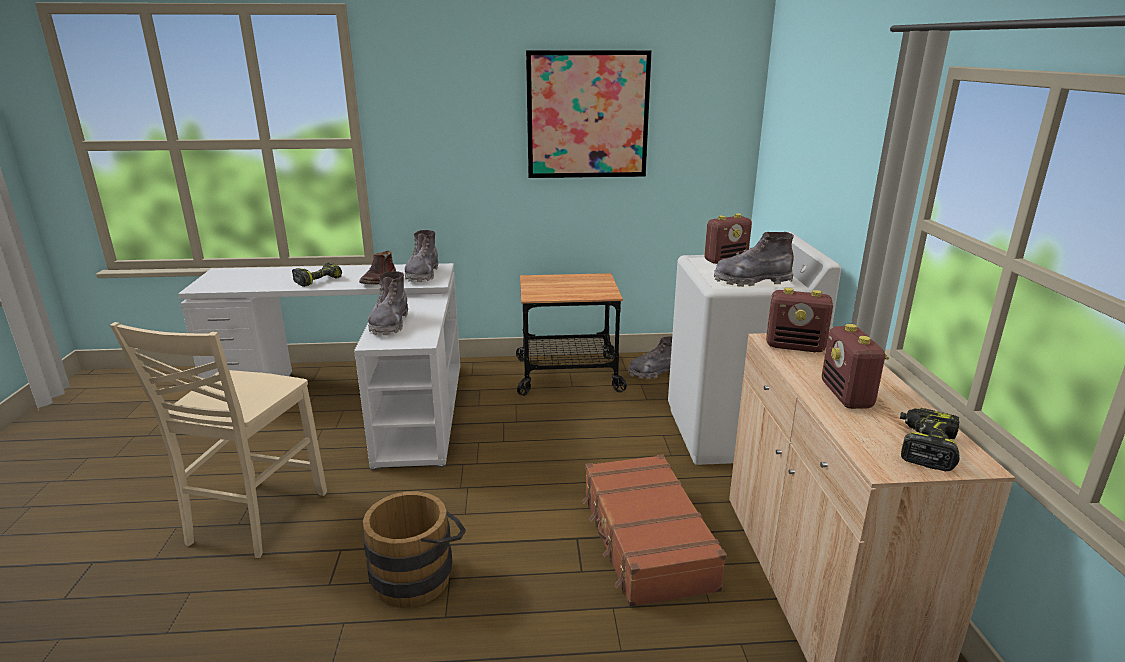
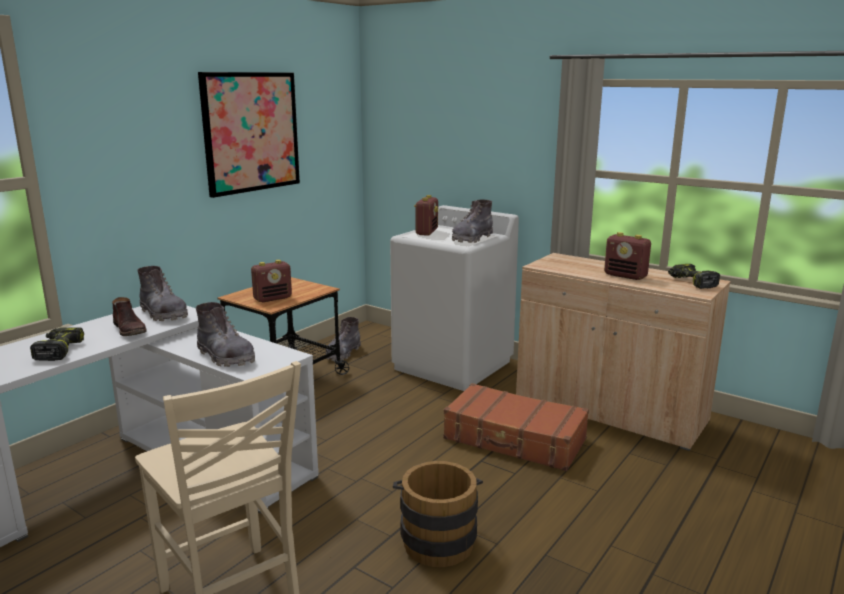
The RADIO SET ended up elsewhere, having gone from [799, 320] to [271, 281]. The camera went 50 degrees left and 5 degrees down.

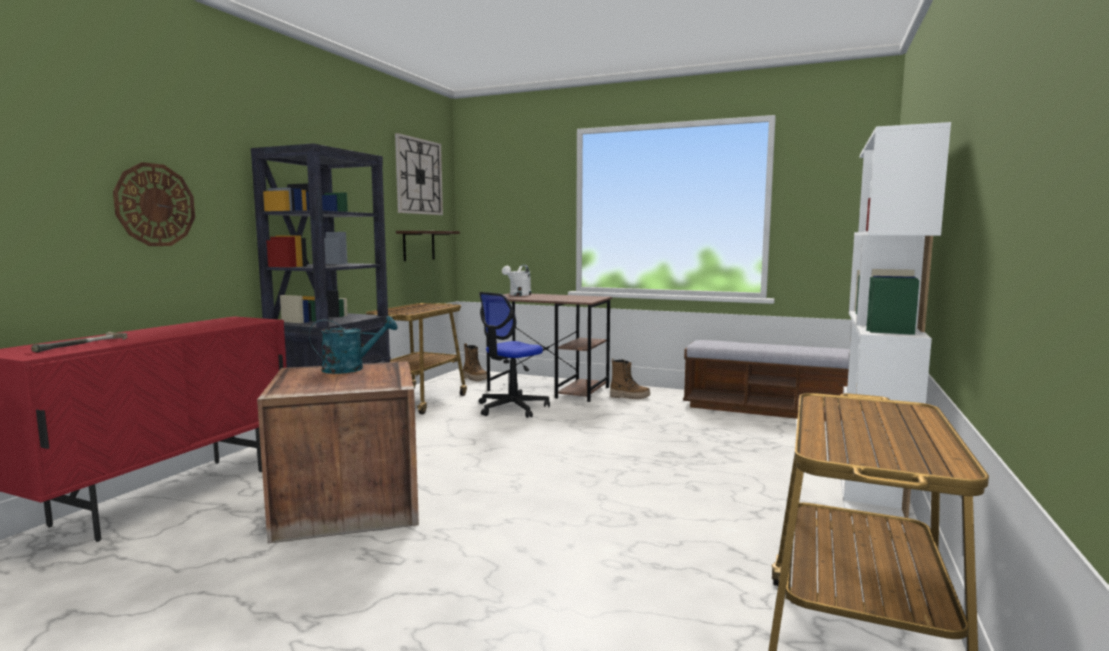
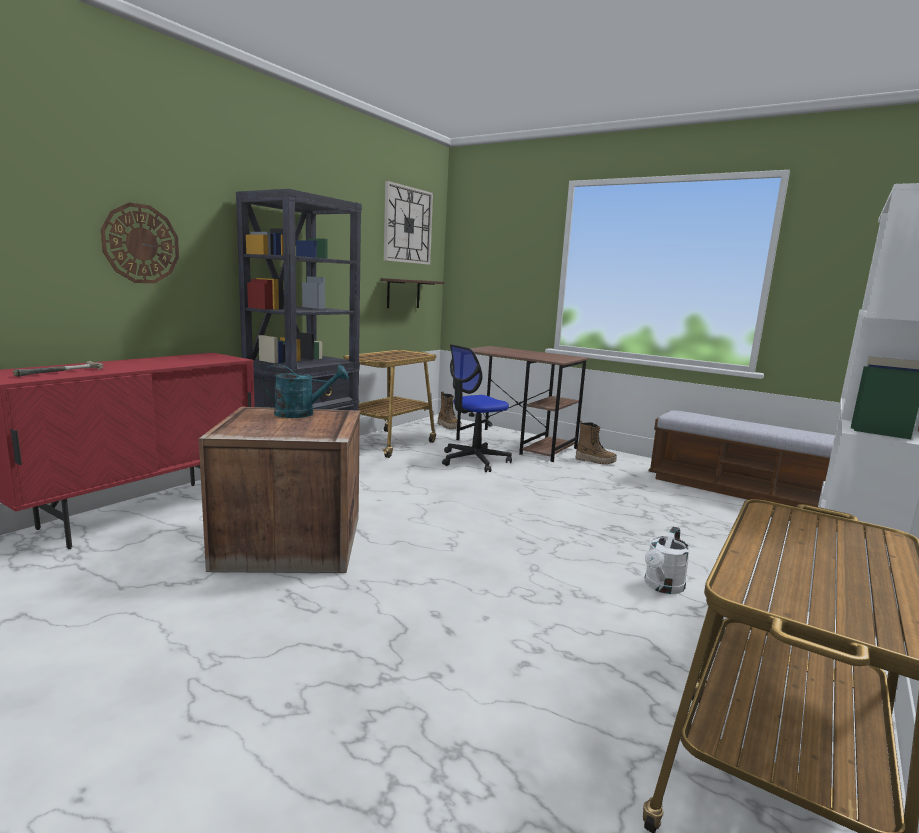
The WHITISH SPRINKLING CAN ended up elsewhere, having gone from [516, 280] to [667, 560]. The camera went 10 degrees right and 5 degrees up.

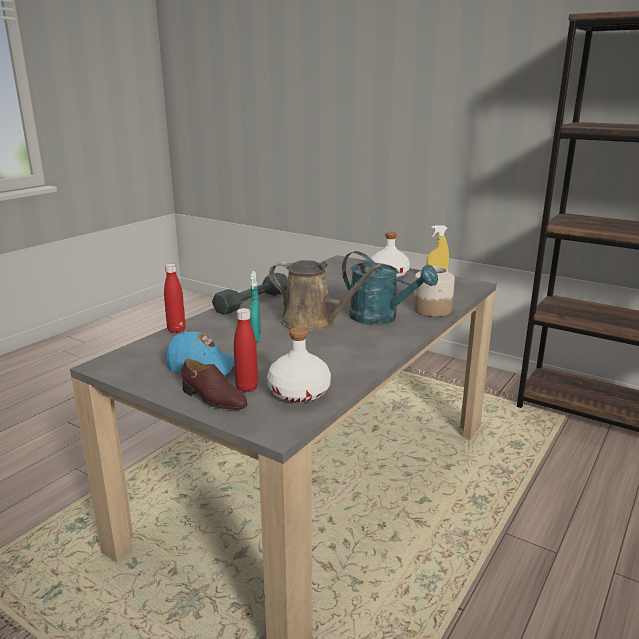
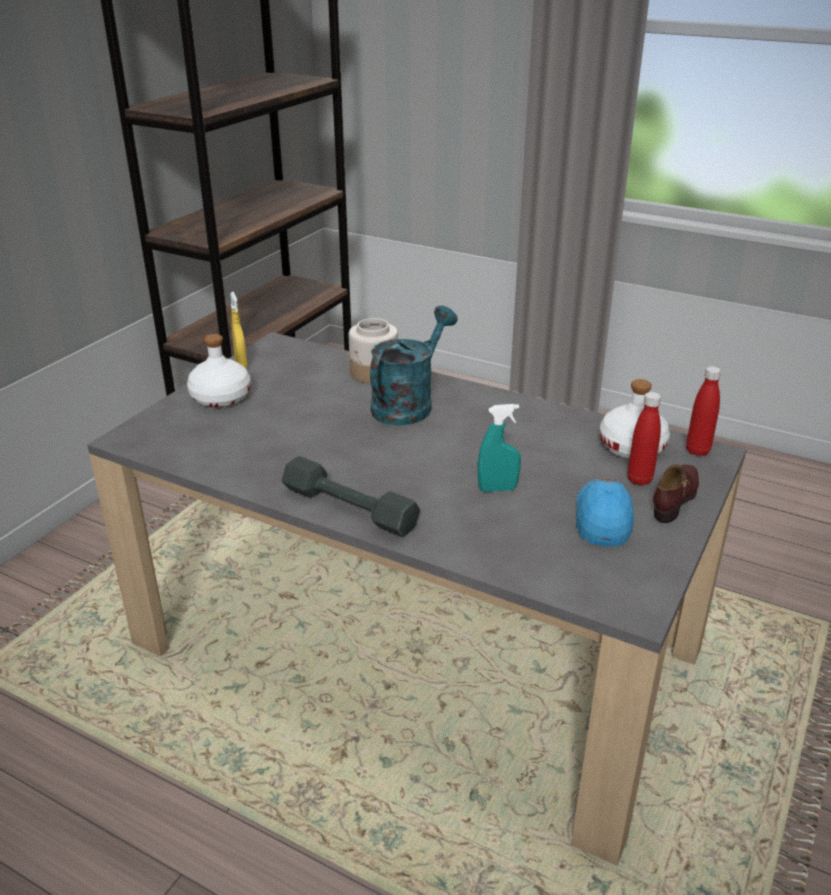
The RED BOTTLE ended up elsewhere, having gone from [175, 298] to [704, 411]. The second view lost the BROWN-COLOURED SPRINKLING CAN at [326, 296]. The camera went 95 degrees left and 10 degrees up.

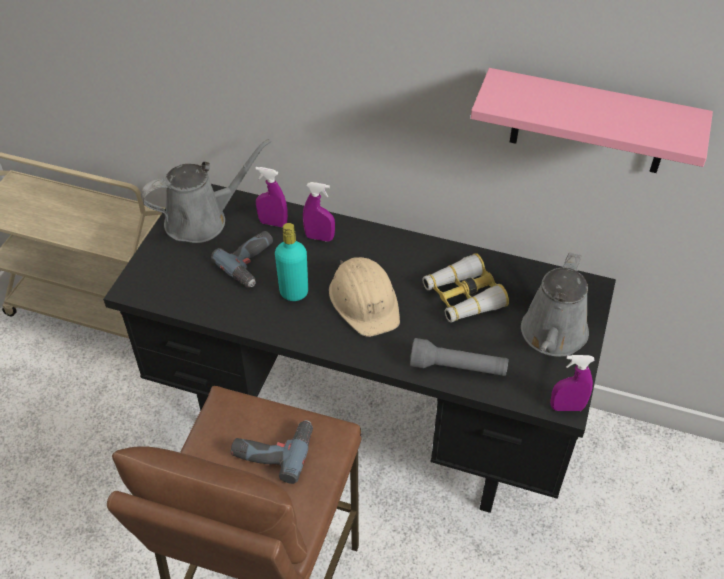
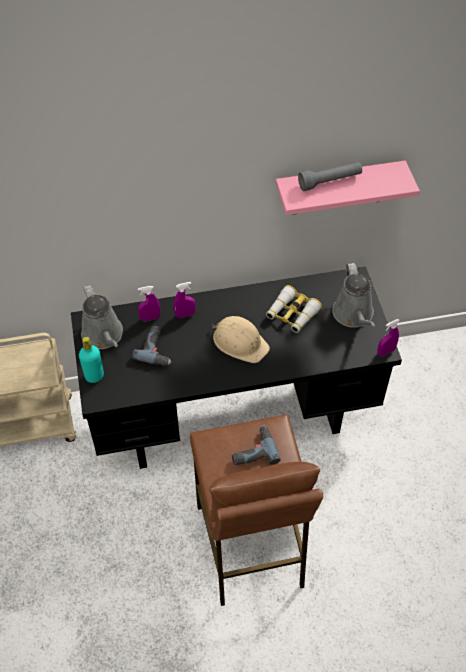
The GREY SPRINKLING CAN at [206, 191] ended up facing another way, 120 degrees clockwise from before. The TURQUOISE-COLOURED BOTTLE ended up elsewhere, having gone from [291, 262] to [91, 360]. The GREY FLASHLIGHT ended up elsewhere, having gone from [459, 357] to [330, 176]. The camera went 30 degrees left and 5 degrees up.

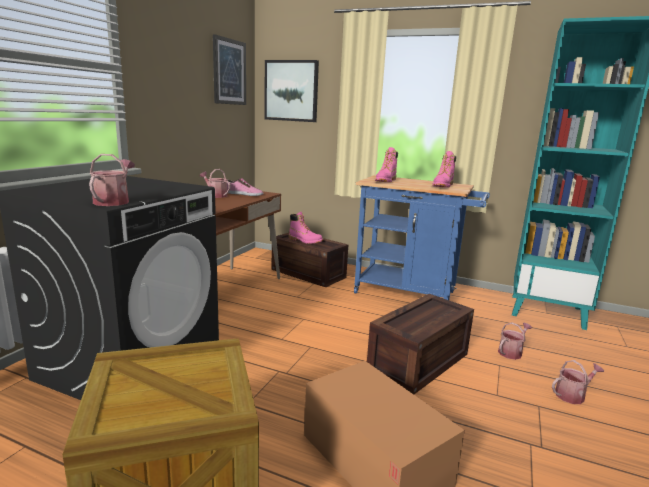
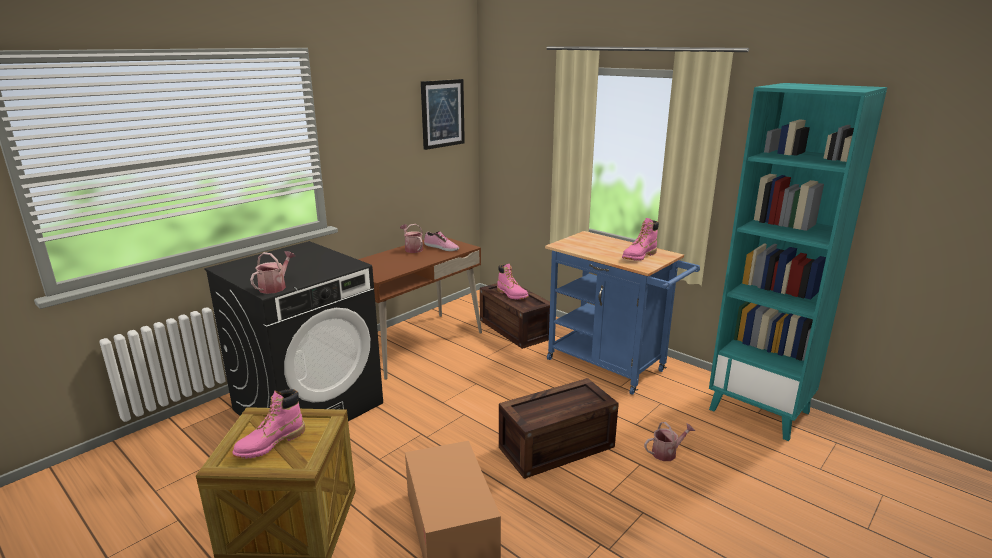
The second view lost the WALL PICTURE at [291, 91]. The PINK-COLOURED TALL BOOT ended up elsewhere, having gone from [386, 164] to [268, 424]. The second view lost the SPRINKLING CAN at [578, 382]. The camera went 20 degrees right and 5 degrees up.

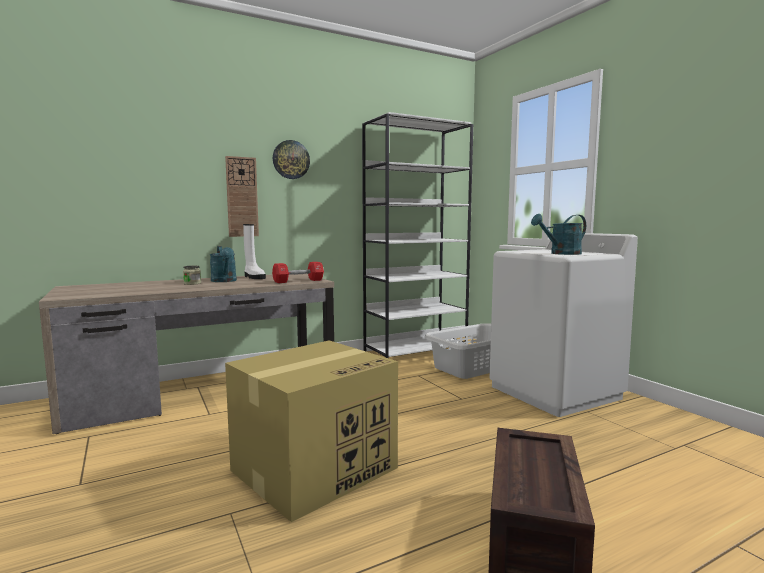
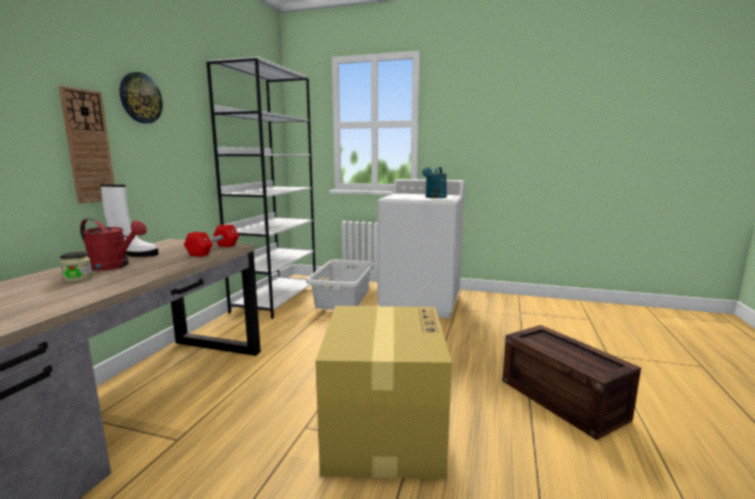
What was the TURQUOISE-COLOURED SPRINKLING CAN at [223, 264] turned into the RED SPRINKLING CAN at [113, 244]. The camera went 45 degrees left and 5 degrees up.

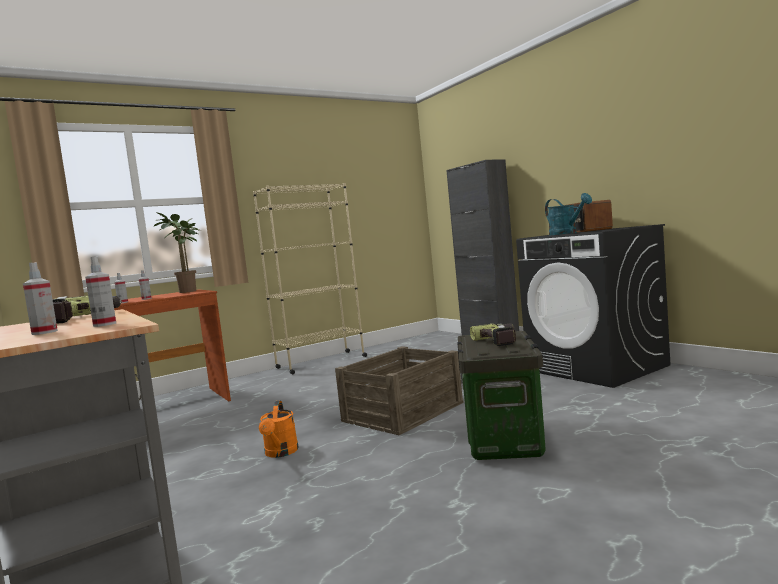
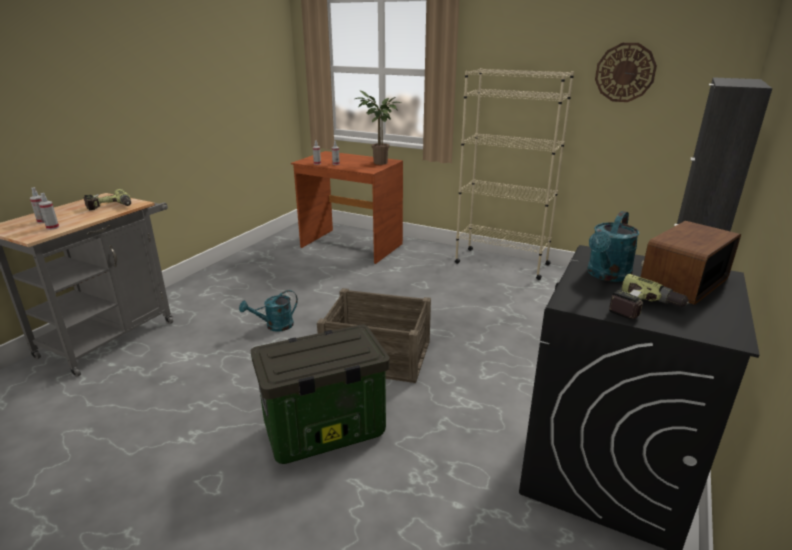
What was the ORANGE-COLOURED SPRINKLING CAN at [279, 429] turned into the TURQUOISE-COLOURED SPRINKLING CAN at [268, 311]. The POWER DRILL ended up elsewhere, having gone from [493, 334] to [649, 297]. The second view gained the WALL CLOCK at [626, 72]. The camera went 60 degrees right and 20 degrees up.

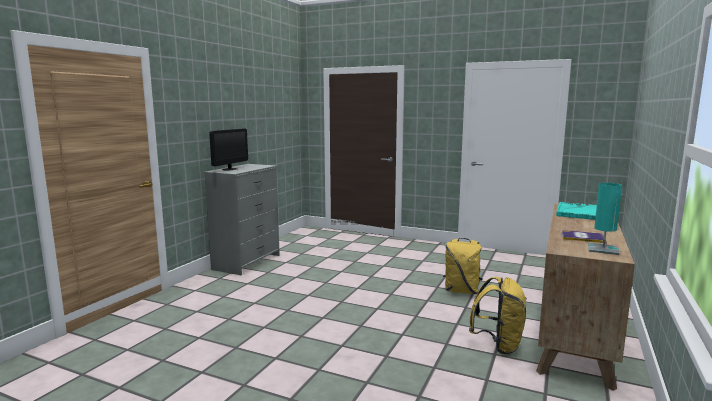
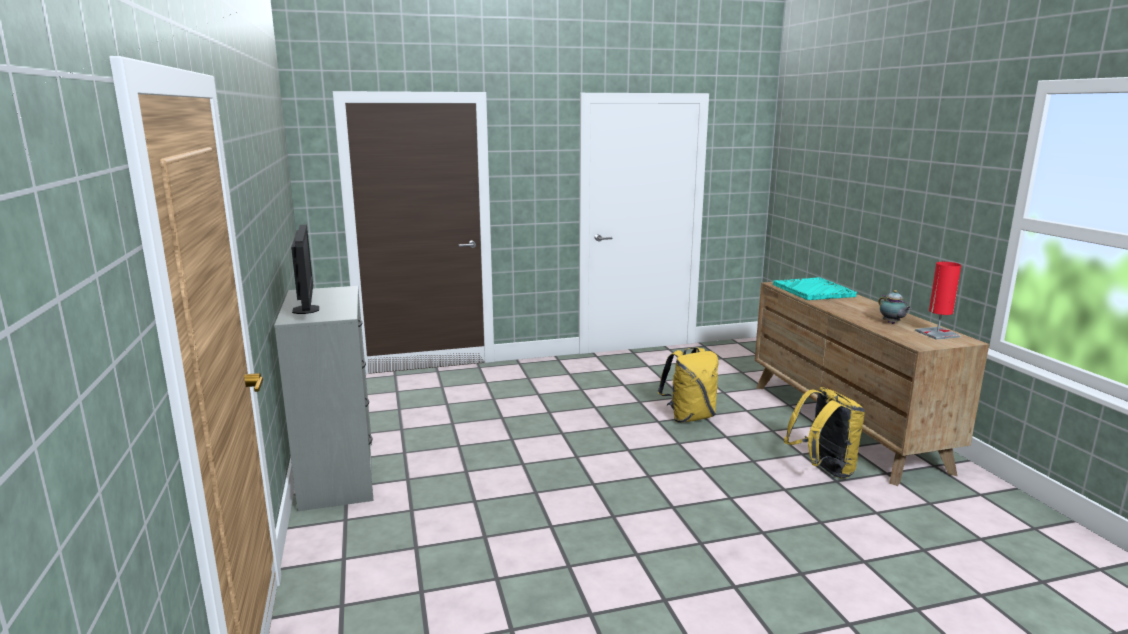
Where the VOLUME stood at [584, 236], the TEAPOT came to stand at [894, 307]. What was the TURQUOISE-COLOURED TABLE LAMP at [605, 219] turned into the RED TABLE LAMP at [938, 301]. The camera went 40 degrees left and 5 degrees up.

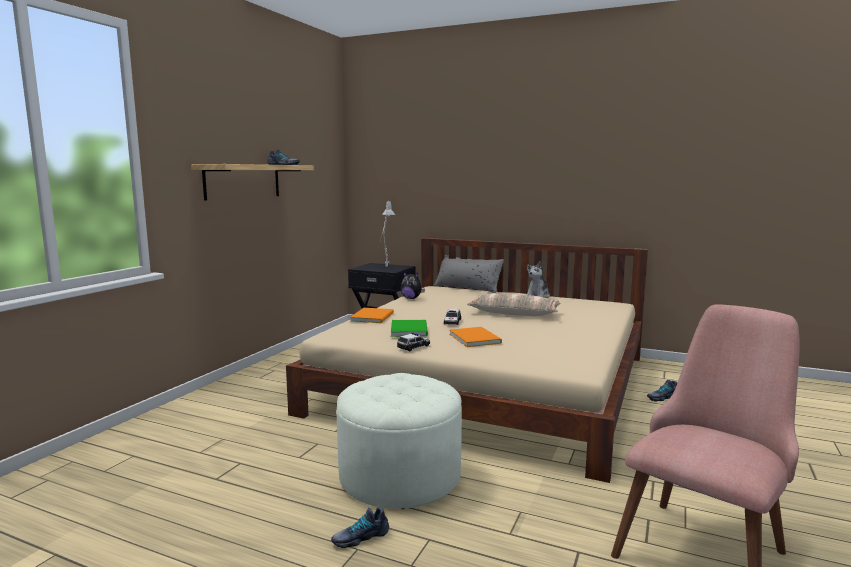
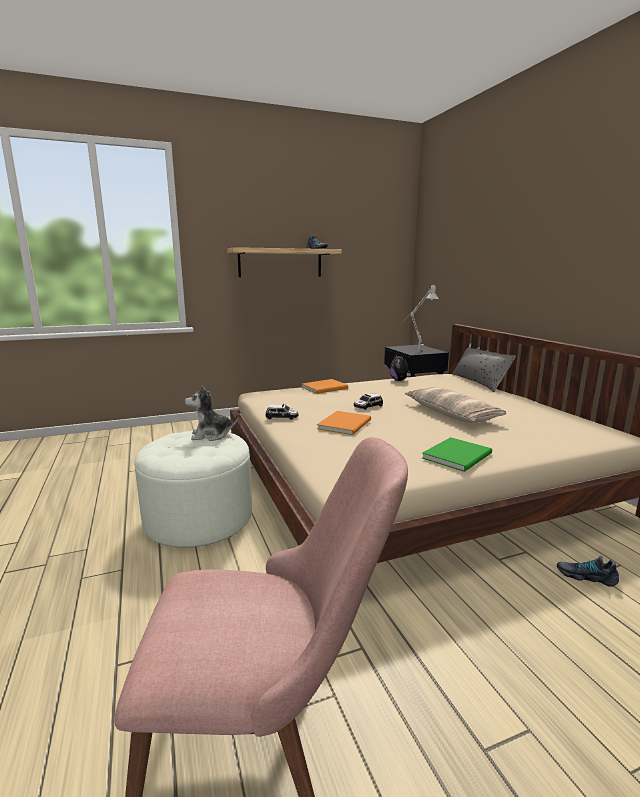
The second view lost the ITEM OF FOOTWEAR at [360, 527]. The GREEN-COLOURED VOLUME ended up elsewhere, having gone from [409, 328] to [457, 454]. The PLUSH TOY ended up elsewhere, having gone from [538, 279] to [211, 413]. The camera went 45 degrees right and 5 degrees up.

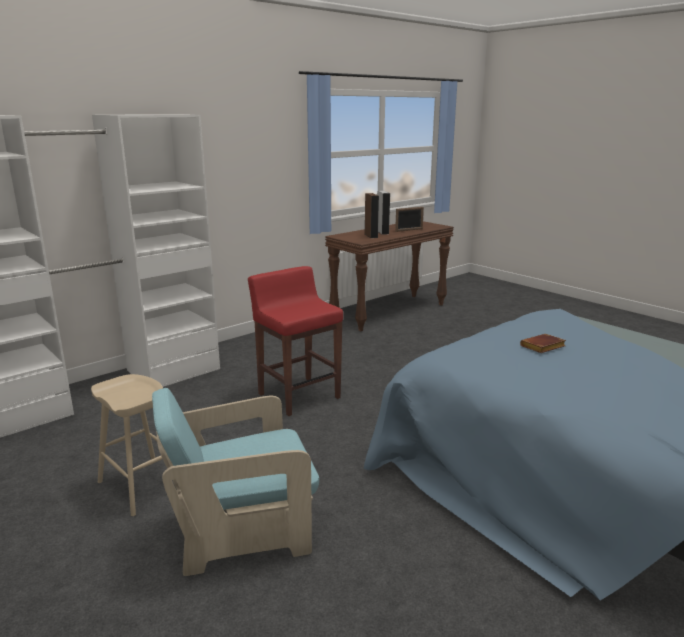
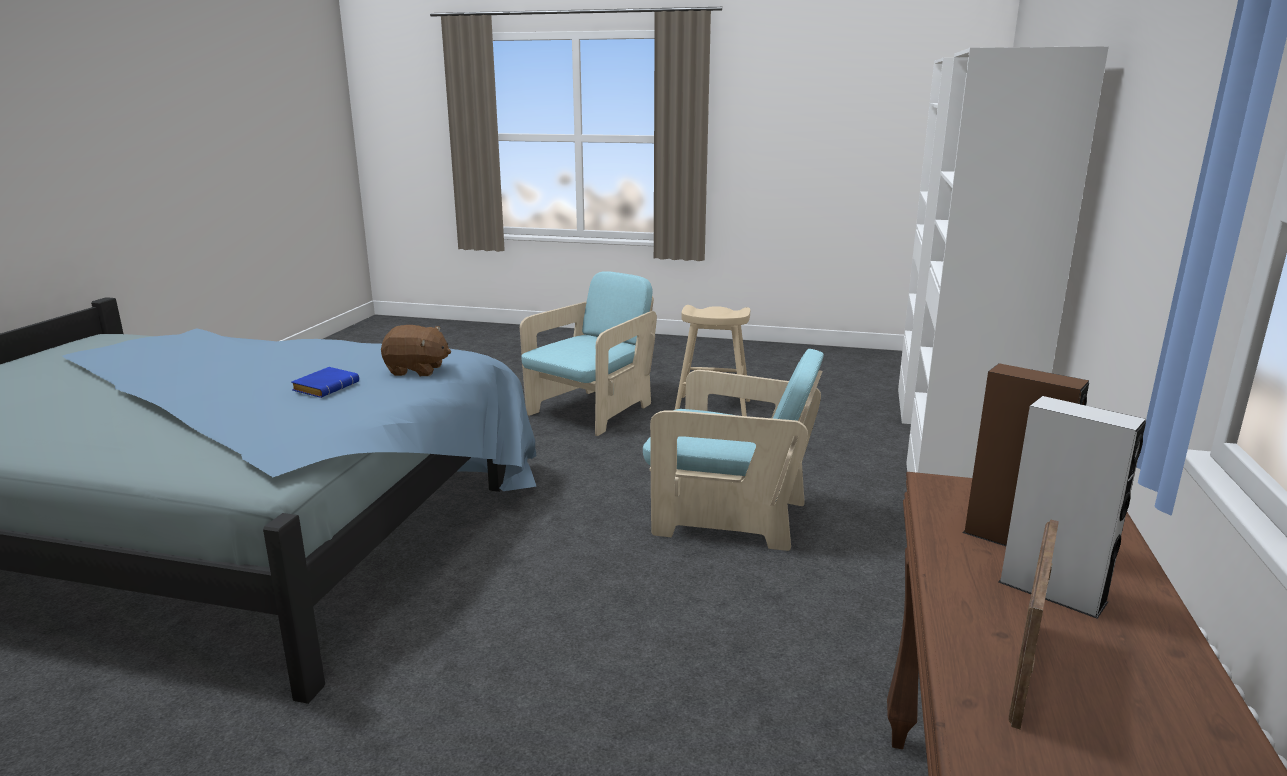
Where the RED SITTING STOOL stood at [295, 341], the TURQUOISE-COLOURED ARMCHAIR came to stand at [733, 450]. What was the BROWN-COLOURED VOLUME at [543, 343] turned into the BLUE VOLUME at [325, 382]. The second view gained the BROWN-COLOURED PLUSH TOY at [416, 350]. The camera went 145 degrees right and 0 degrees up.

